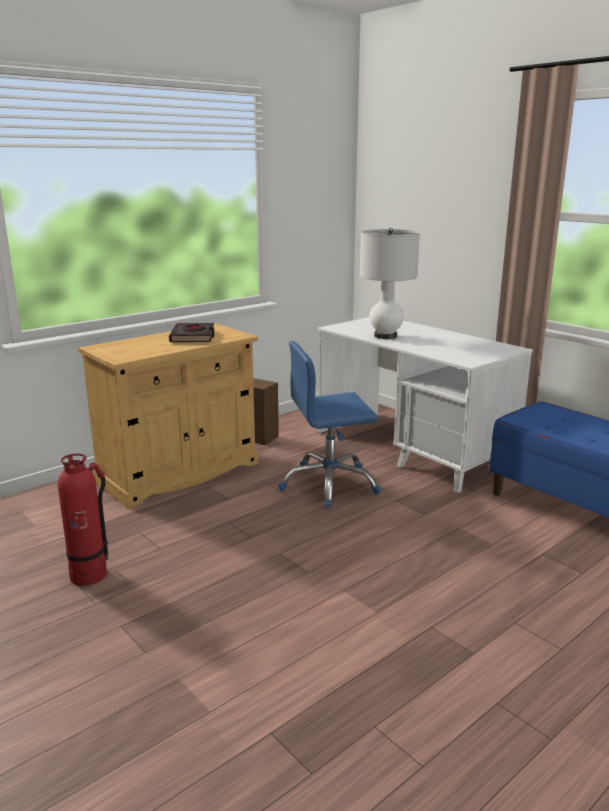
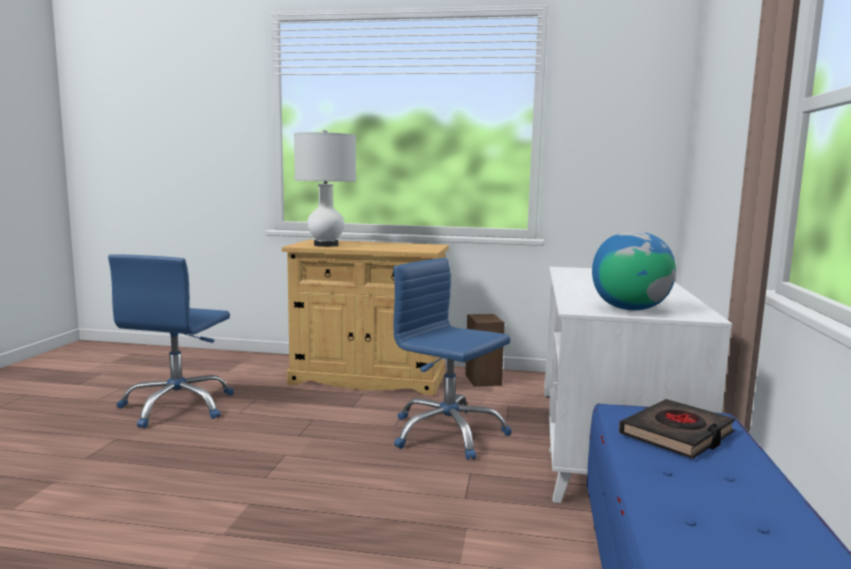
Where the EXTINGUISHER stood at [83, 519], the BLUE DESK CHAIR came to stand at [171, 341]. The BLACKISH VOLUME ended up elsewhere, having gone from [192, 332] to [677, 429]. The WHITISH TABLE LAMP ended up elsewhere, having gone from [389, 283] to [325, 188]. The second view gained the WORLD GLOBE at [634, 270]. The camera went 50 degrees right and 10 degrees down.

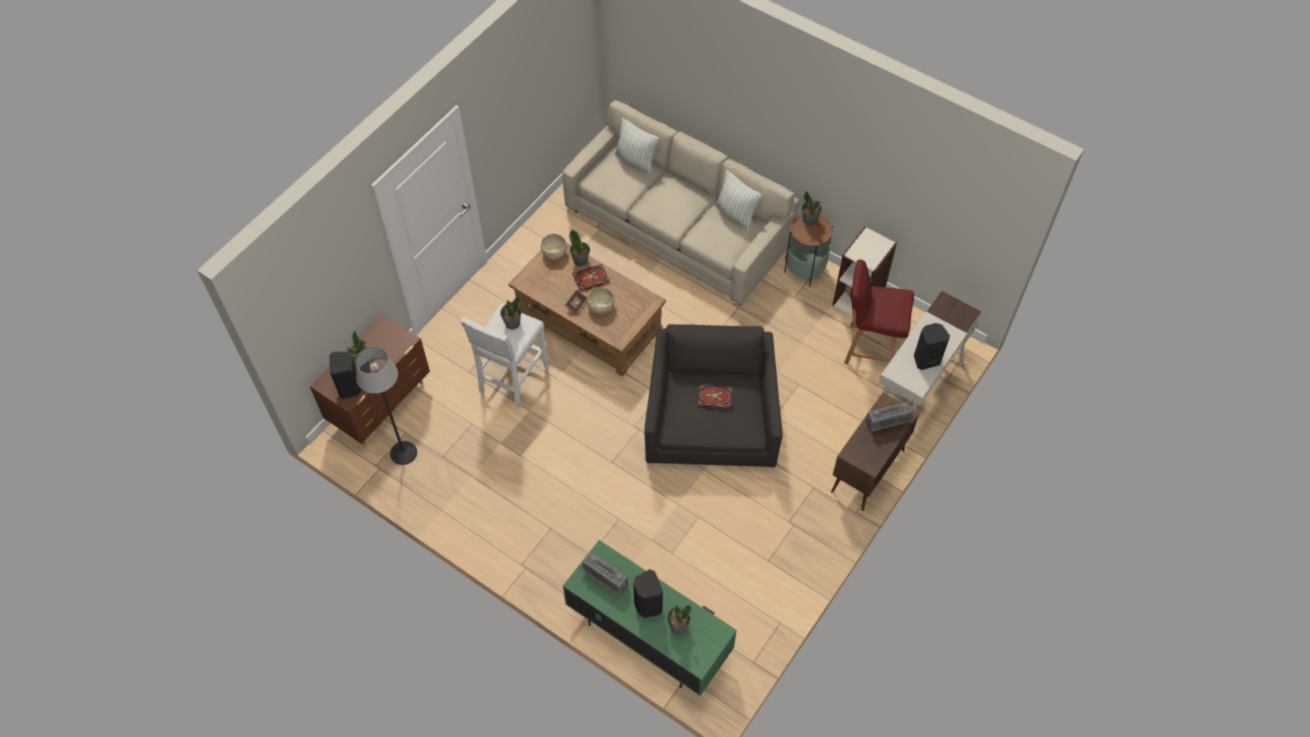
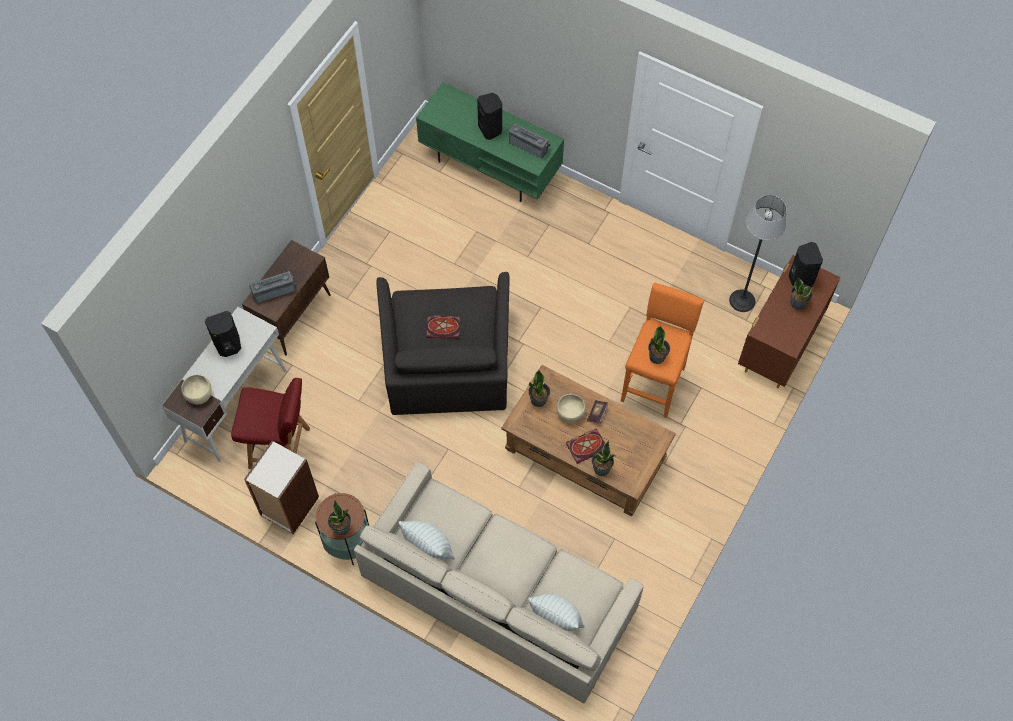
What was the WHITISH SITTING STOOL at [504, 356] turned into the ORANGE-COLOURED SITTING STOOL at [662, 350]. The SAND-COLOURED BOWL ended up elsewhere, having gone from [554, 247] to [196, 389]. The POTTED PLANT ended up elsewhere, having gone from [679, 619] to [539, 388]. The camera went 175 degrees right and 5 degrees up.

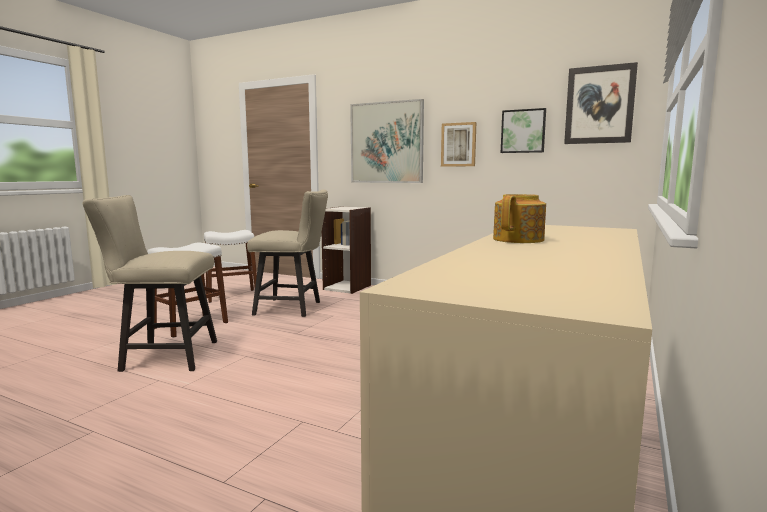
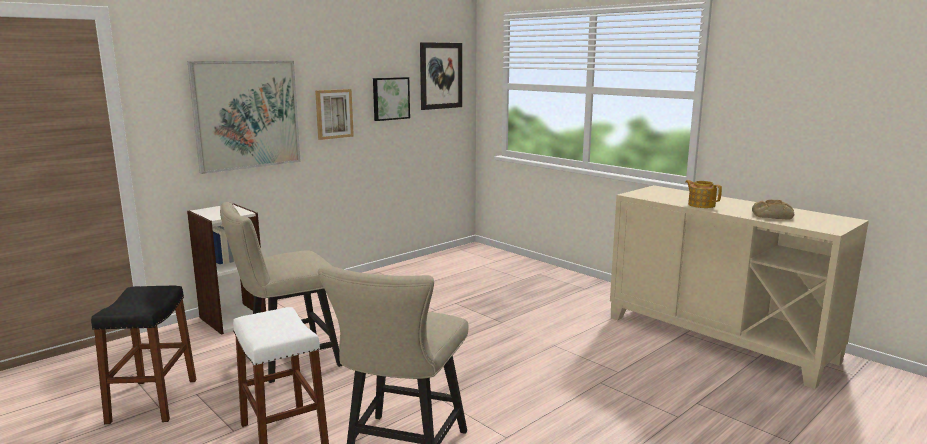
What was the WHITISH SITTING STOOL at [230, 266] turned into the BLACKISH SITTING STOOL at [143, 354]. The SAND-COLOURED CHAIR at [287, 253] ended up facing another way, 150 degrees counterclockwise from before. The second view gained the BAKED BREAD at [773, 210]. The camera went 70 degrees left and 5 degrees up.

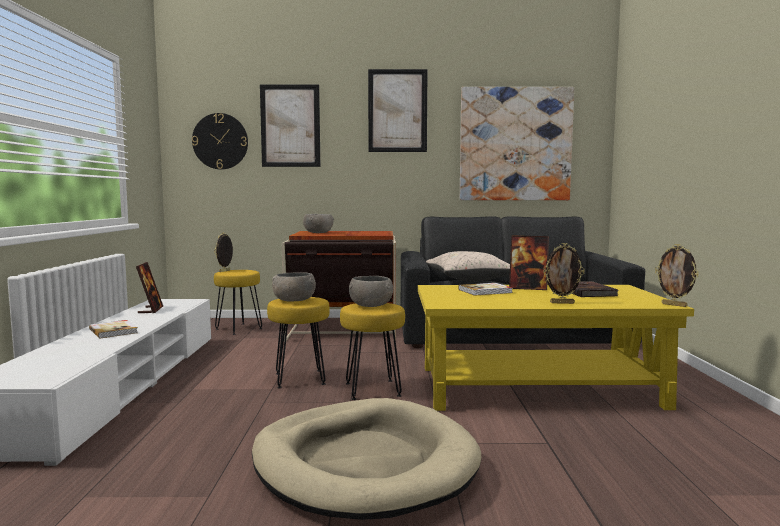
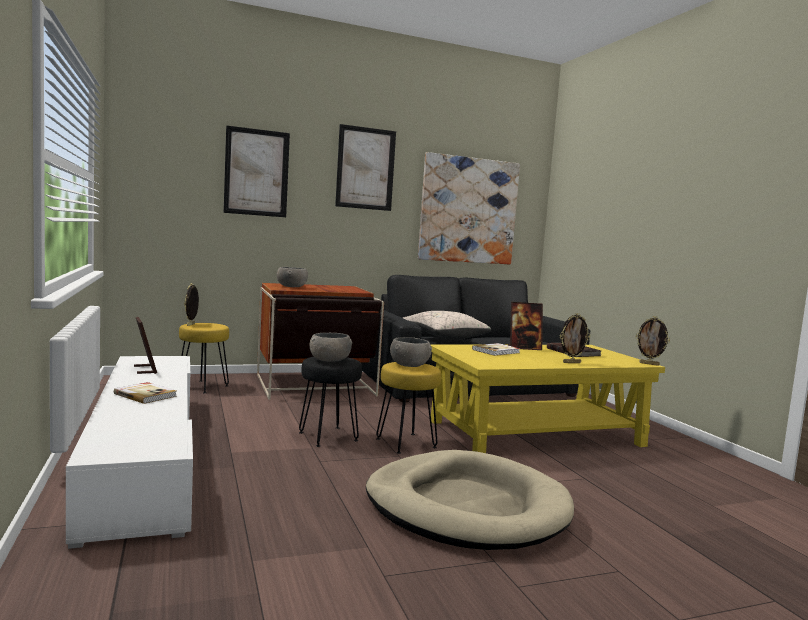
The second view lost the WALL CLOCK at [220, 141]. What was the YELLOW-COLOURED SITTING STOOL at [298, 342] turned into the BLACKISH SITTING STOOL at [330, 402]. The camera went 20 degrees left and 0 degrees up.

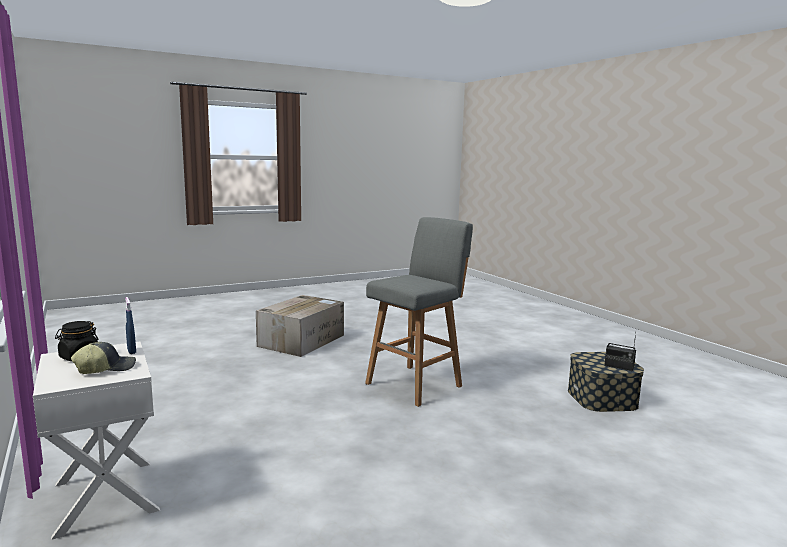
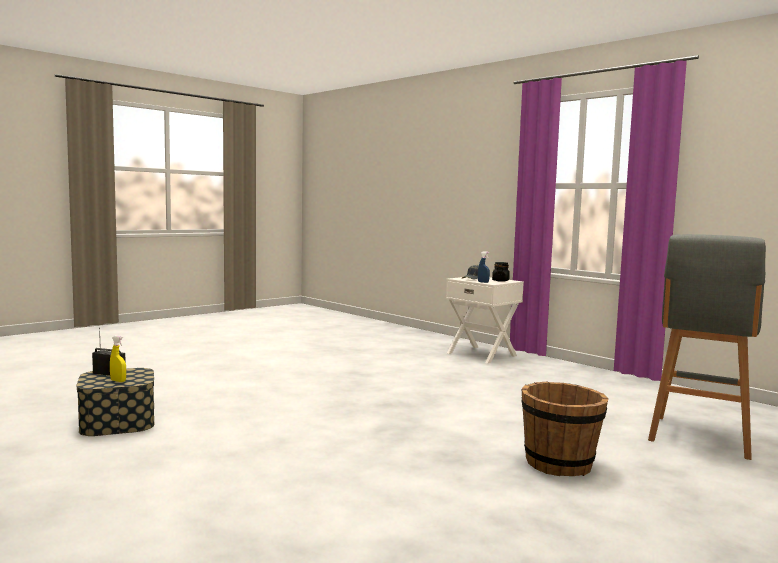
Where the CARTON stood at [300, 326], the BROWN-COLOURED PAIL came to stand at [564, 429]. The GREY SITTING STOOL ended up elsewhere, having gone from [419, 312] to [707, 347]. The second view gained the YELLOW-COLOURED SPRAY BOTTLE at [118, 359]. The camera went 165 degrees right and 5 degrees down.

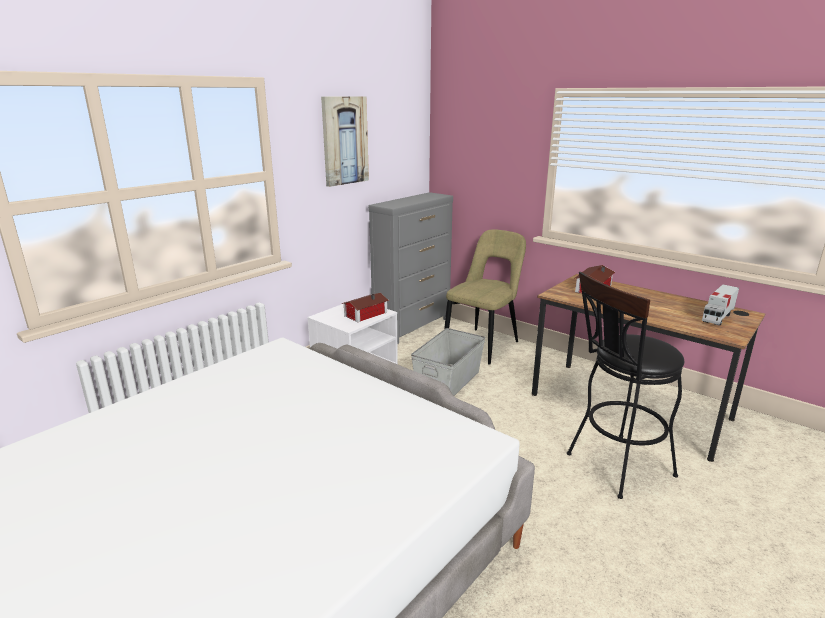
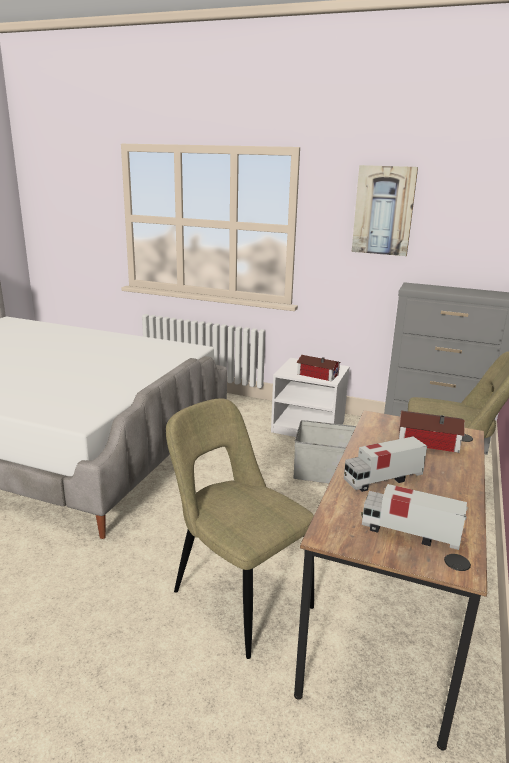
Where the BLACKISH SITTING STOOL stood at [625, 385], the SAND-COLOURED CHAIR came to stand at [240, 528]. The second view gained the TOY TRUCK at [385, 464]. The camera went 70 degrees right and 0 degrees up.

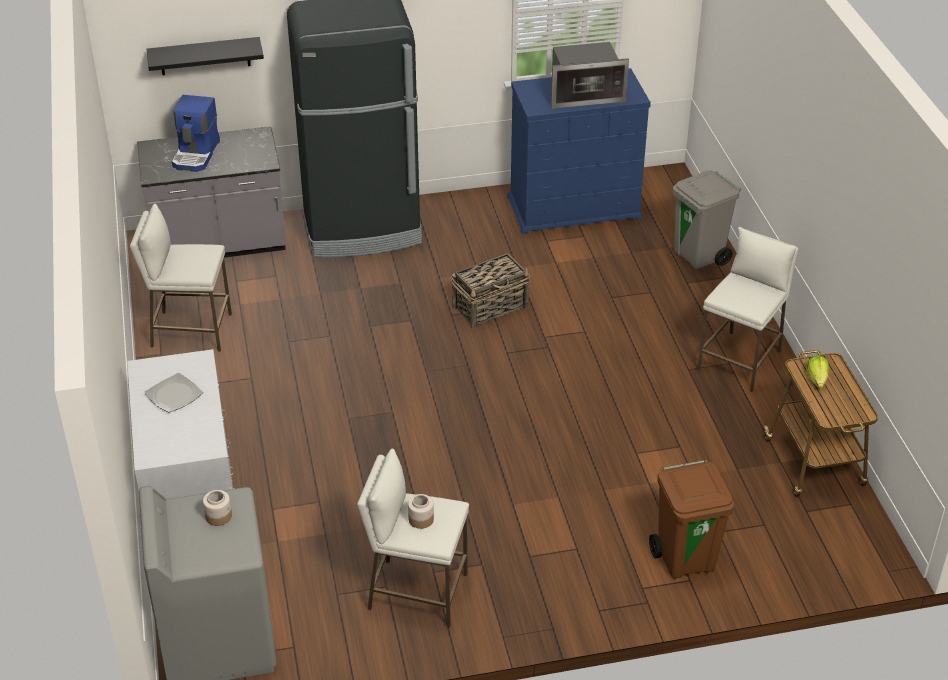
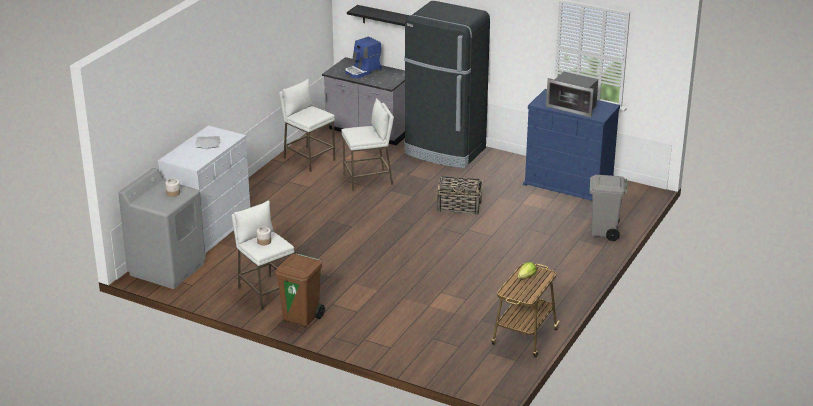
The BROWN-COLOURED WASTE BIN ended up elsewhere, having gone from [691, 518] to [300, 290]. The WHITISH SITTING STOOL ended up elsewhere, having gone from [747, 309] to [368, 144]. The camera went 40 degrees right and 10 degrees down.

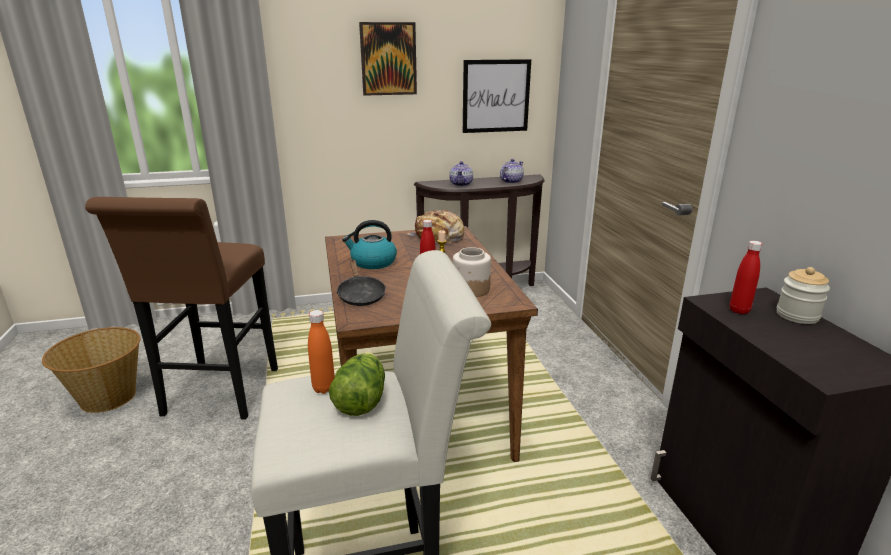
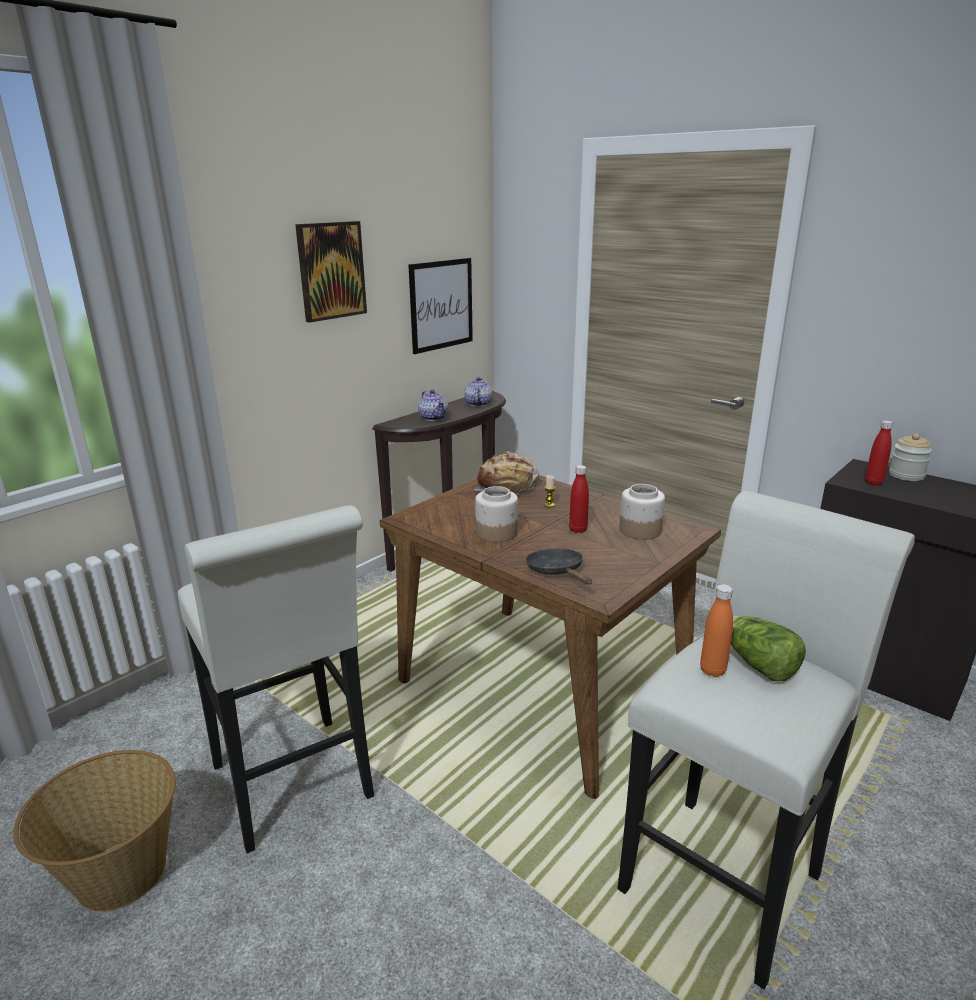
What was the BROWN-COLOURED SITTING STOOL at [181, 308] turned into the WHITISH SITTING STOOL at [276, 679]. The BLACKISH FRYING PAN at [361, 282] ended up facing another way, 150 degrees counterclockwise from before. Where the KETTLE stood at [369, 244], the STORAGE JAR came to stand at [496, 514]. The camera went 35 degrees left and 0 degrees up.

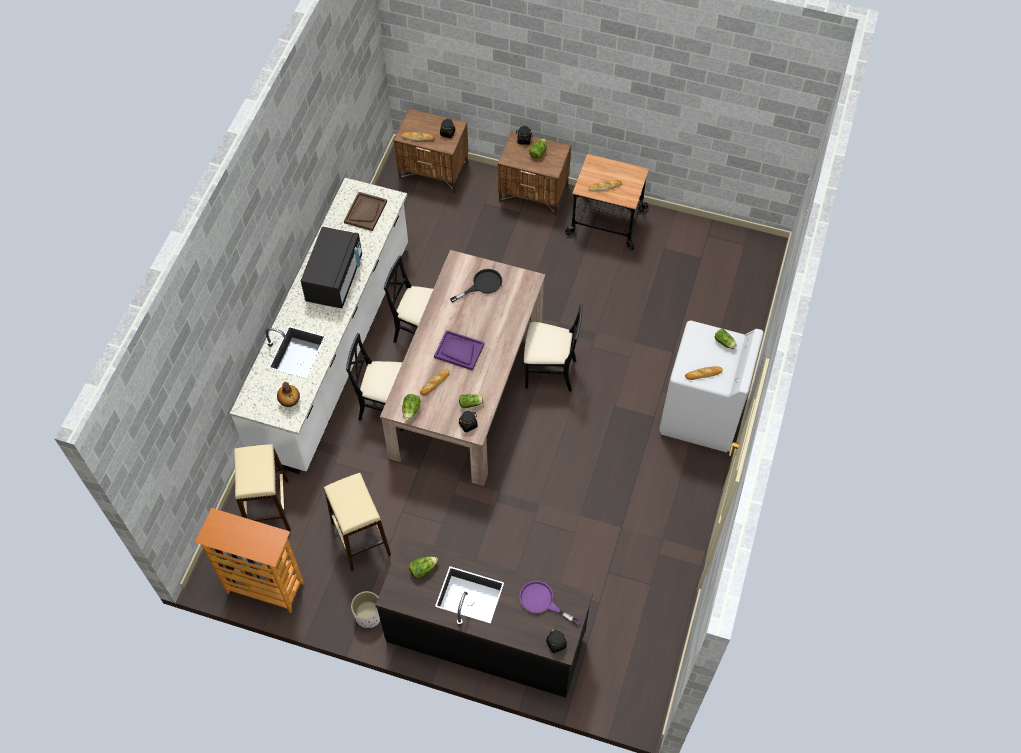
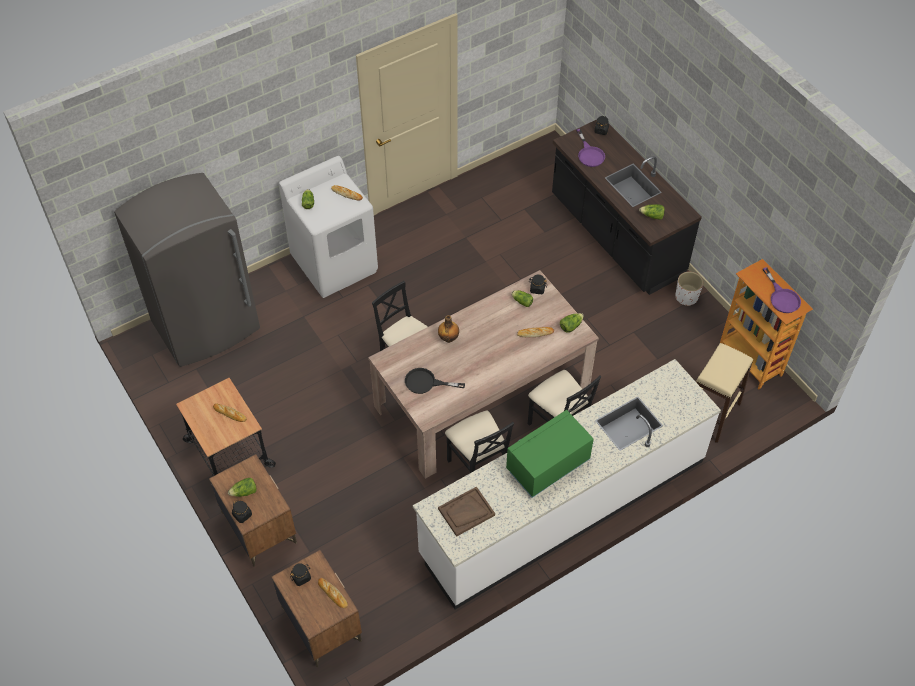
The BOTTLE ended up elsewhere, having gone from [288, 394] to [448, 329]. What was the BLACKISH KITCHEN MICROWAVE at [331, 267] turned into the GREEN-COLOURED KITCHEN MICROWAVE at [550, 454]. The second view lost the SAND-COLOURED SITTING STOOL at [357, 522]. The second view lost the PURPLE-COLOURED SERVING TRAY at [459, 350]. The second view gained the GREY FRIDGE at [187, 270]. The second view gained the PURPLE-COLOURED FRYING PAN at [782, 290]. The camera went 140 degrees left and 5 degrees down.

